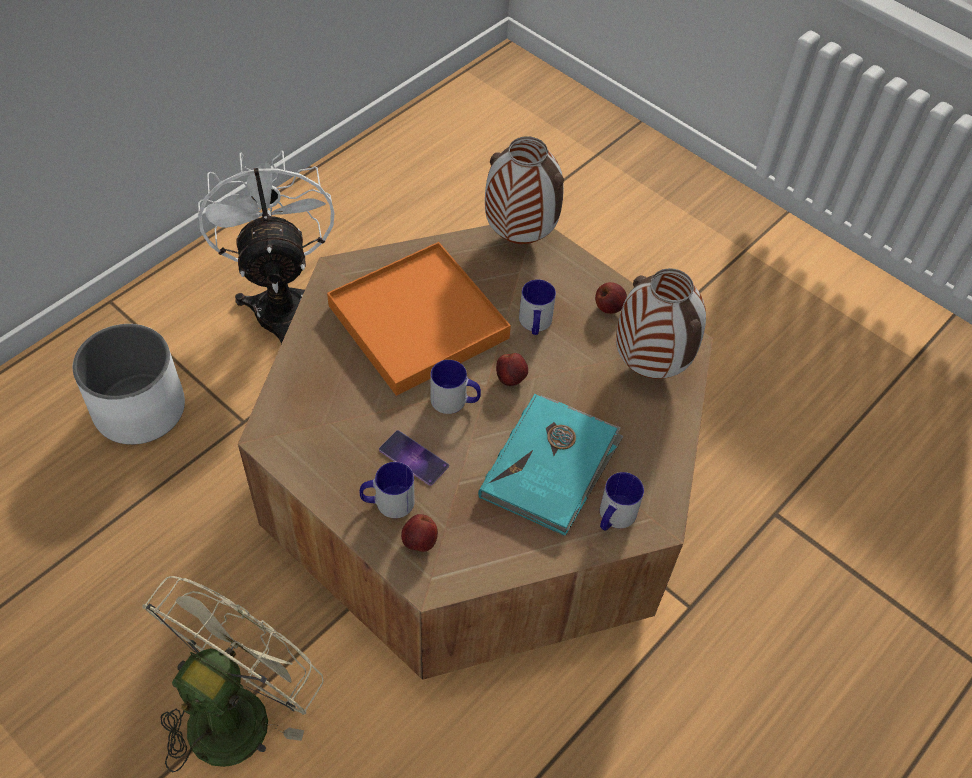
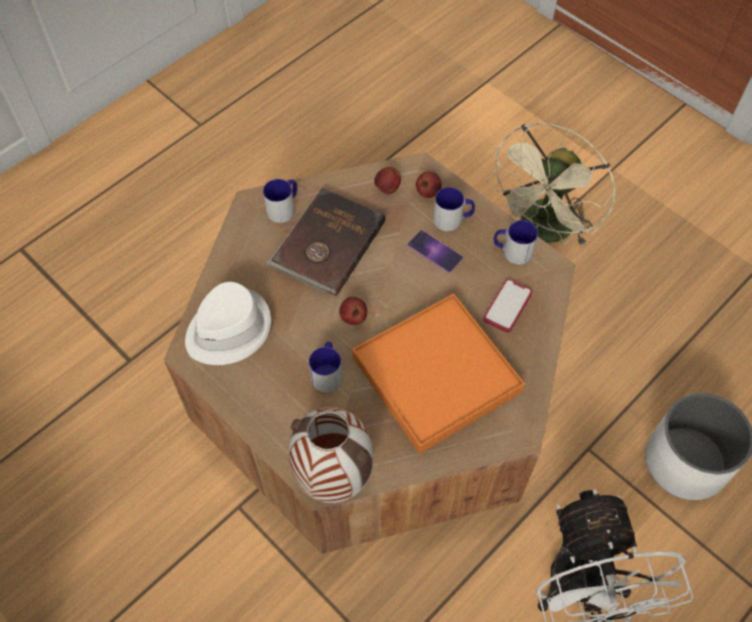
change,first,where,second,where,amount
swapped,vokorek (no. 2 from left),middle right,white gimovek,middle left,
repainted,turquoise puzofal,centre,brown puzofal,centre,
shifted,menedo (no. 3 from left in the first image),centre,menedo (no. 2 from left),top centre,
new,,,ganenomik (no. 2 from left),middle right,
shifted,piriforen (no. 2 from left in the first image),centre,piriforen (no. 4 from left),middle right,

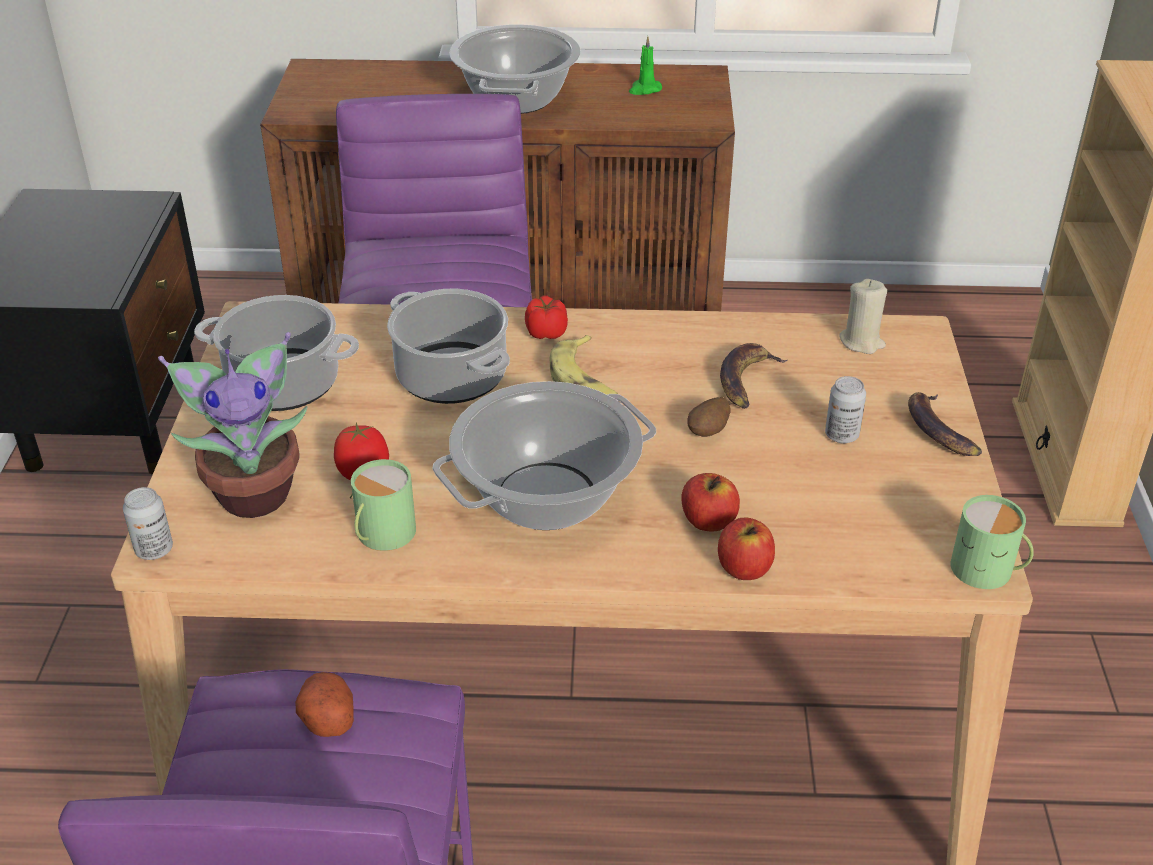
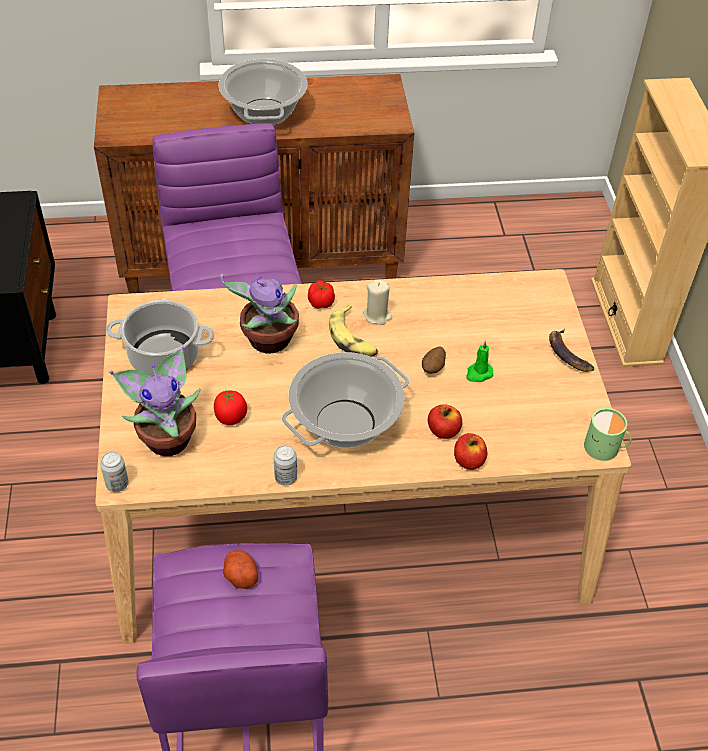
change,first,where,second,where,amount
swapped,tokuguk (no. 2 from left),centre,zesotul (no. 2 from left),centre,
shifted,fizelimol (no. 2 from left),middle right,,centre,
shifted,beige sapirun,middle right,,centre,
shifted,green sapirun,top centre,,middle right,
gone,green piriforen (no. 1 from left),middle left,,,
gone,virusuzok (no. 2 from left),centre,,,

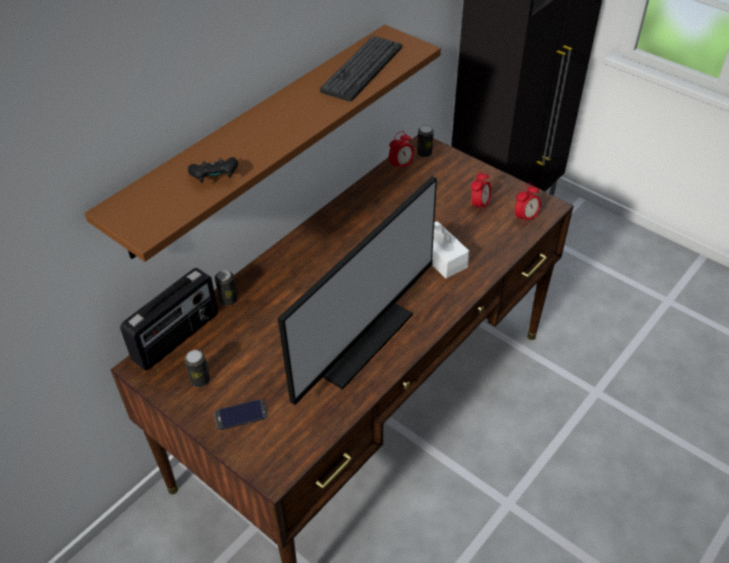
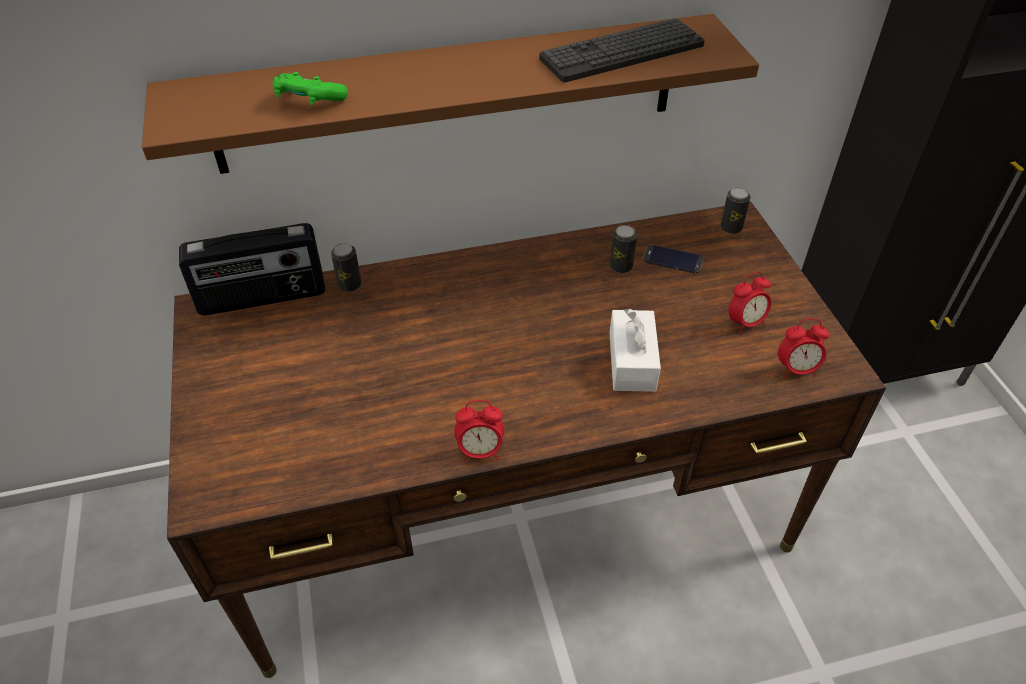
change,first,where,second,where,amount
repainted,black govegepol,top left,green govegepol,top left,
shifted,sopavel (no. 1 from left),top centre,,centre,
shifted,fizelimol (no. 1 from left in the first image),middle left,fizelimol (no. 2 from left),centre,
shifted,ganenomik,bottom left,,centre,
gone,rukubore,centre,,,

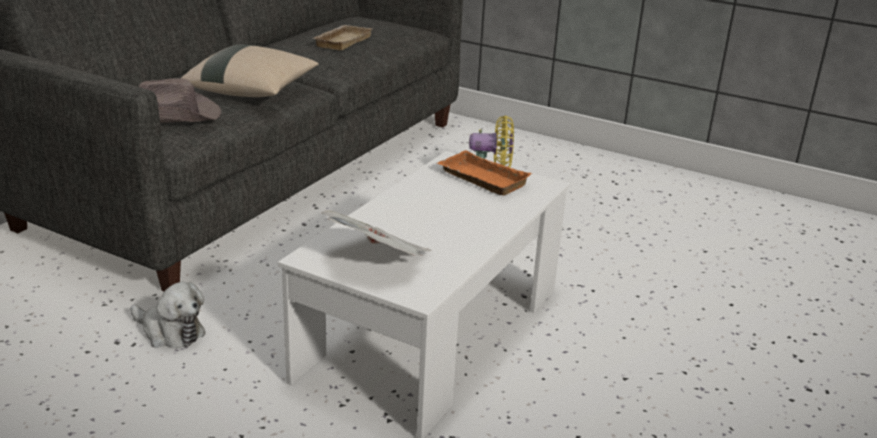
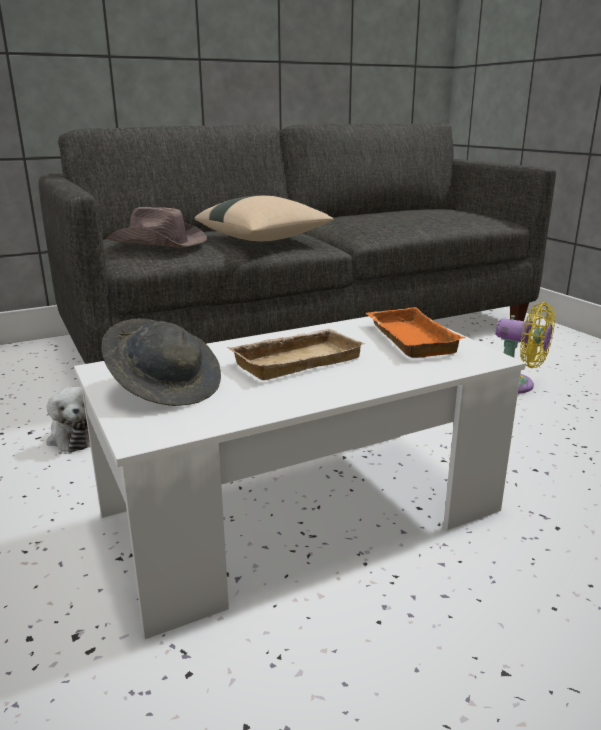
change,first,where,second,where,amount
swapped,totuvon,centre,grey gimovek,middle left,
shifted,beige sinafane,top centre,,centre,

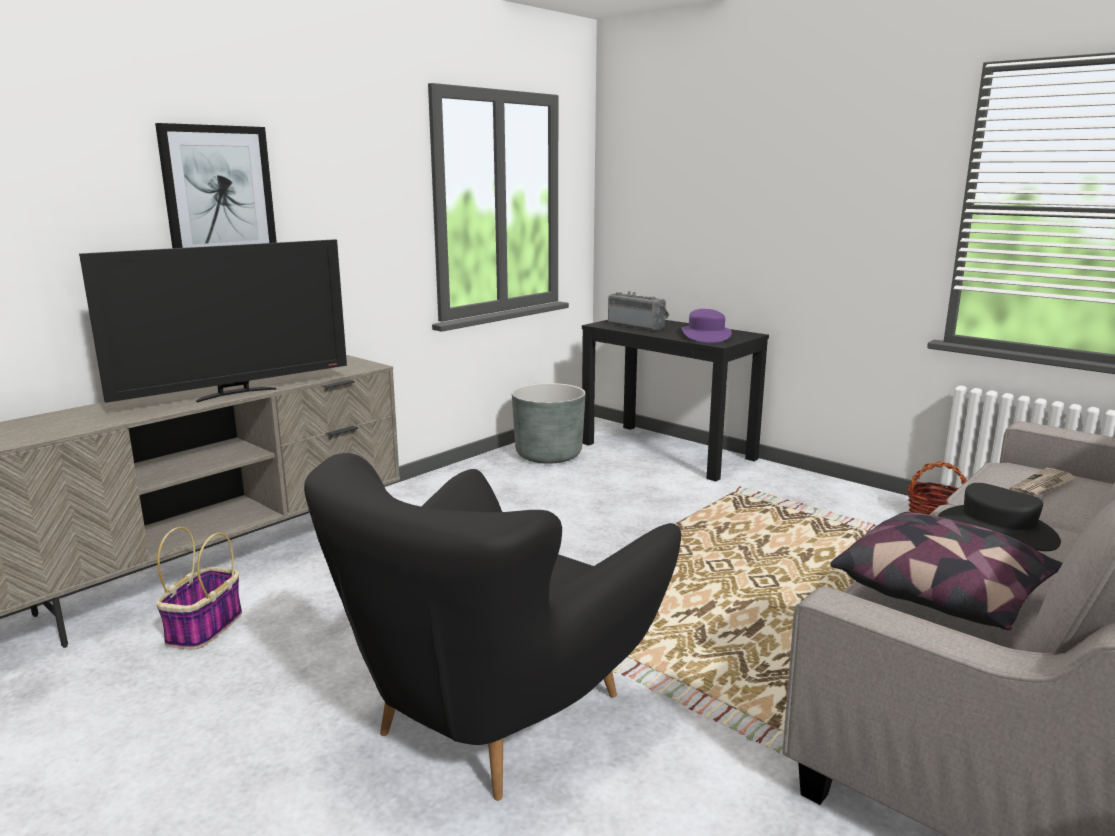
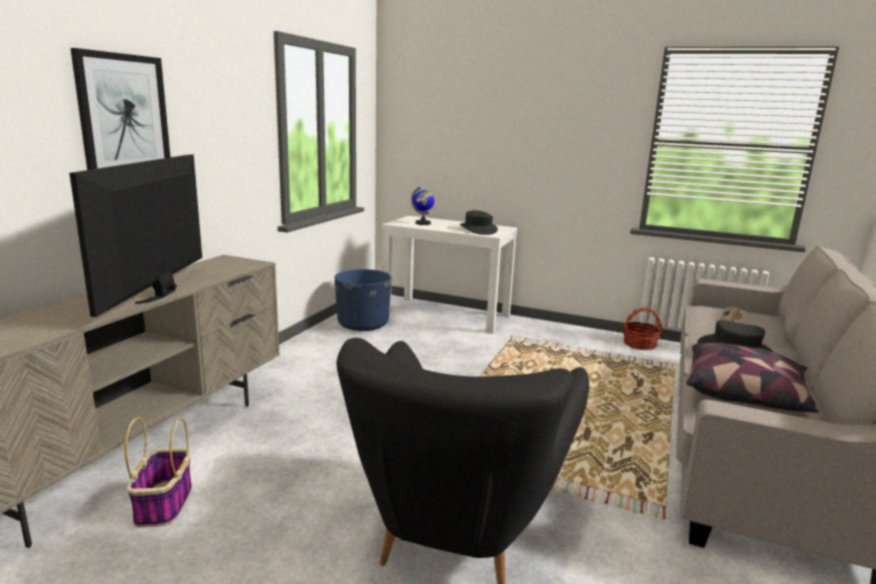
change,first,where,second,where,amount
rotated,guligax,middle left,,middle left,150 degrees clockwise
repainted,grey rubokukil,centre,blue rubokukil,centre,
repainted,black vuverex,centre,white vuverex,centre,
swapped,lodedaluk,centre,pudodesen,centre,
repainted,purple gimovek,centre,black gimovek (no. 1 from left),centre,

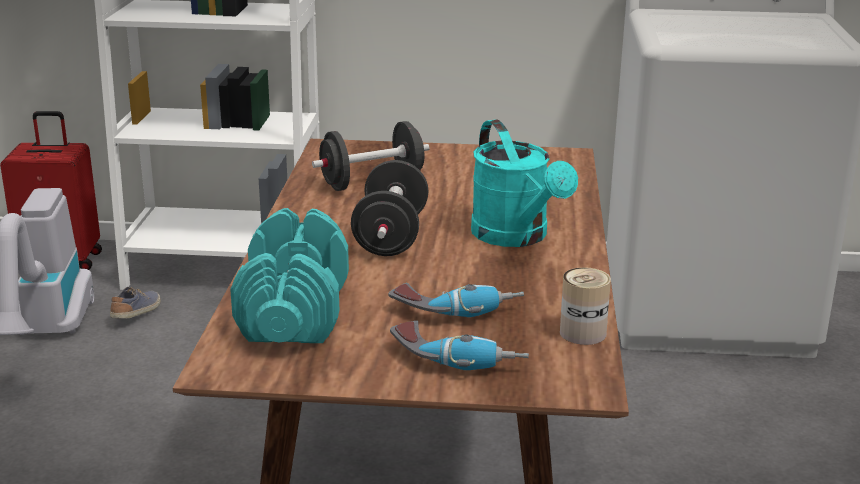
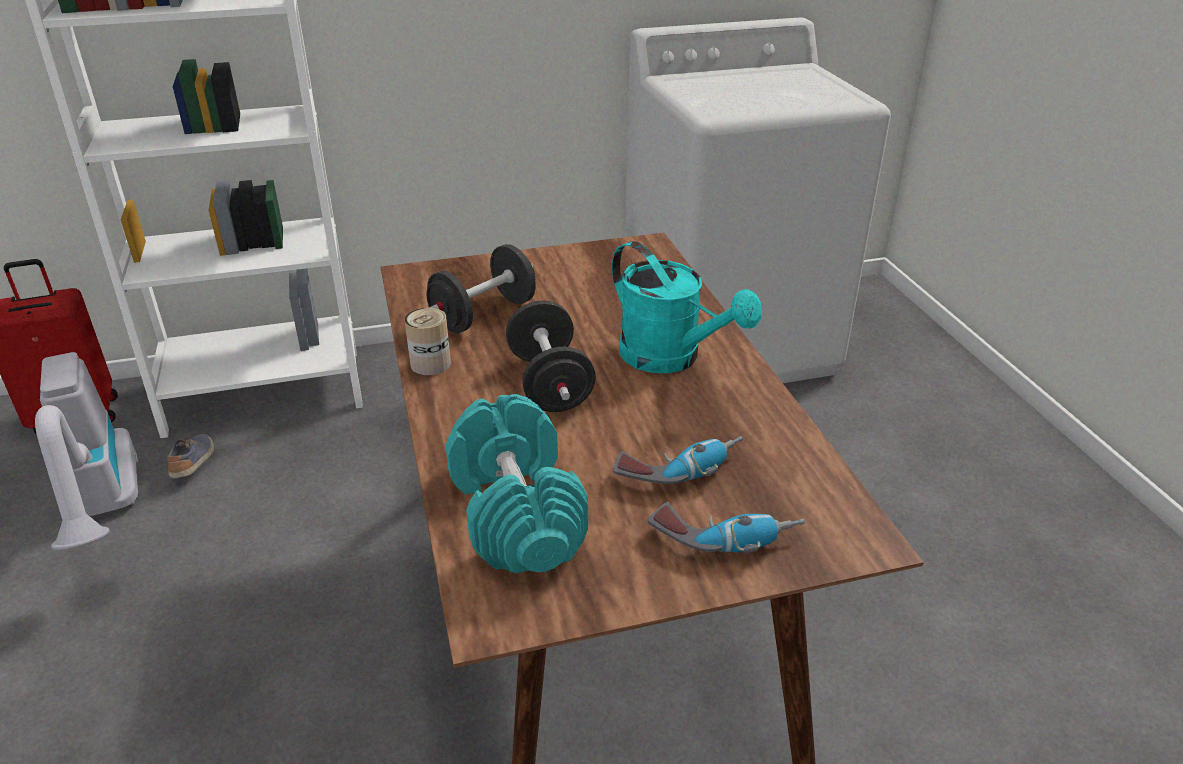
change,first,where,second,where,amount
shifted,fizelimol,middle right,,centre,

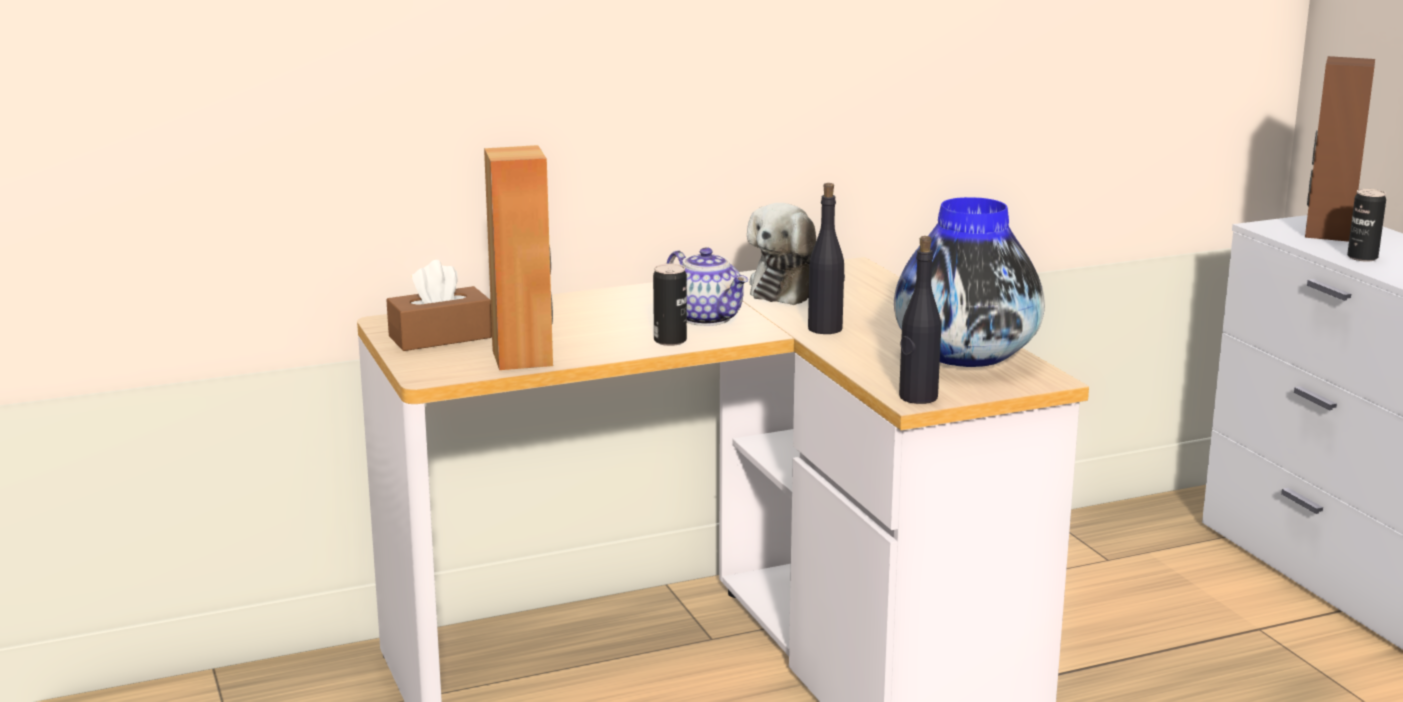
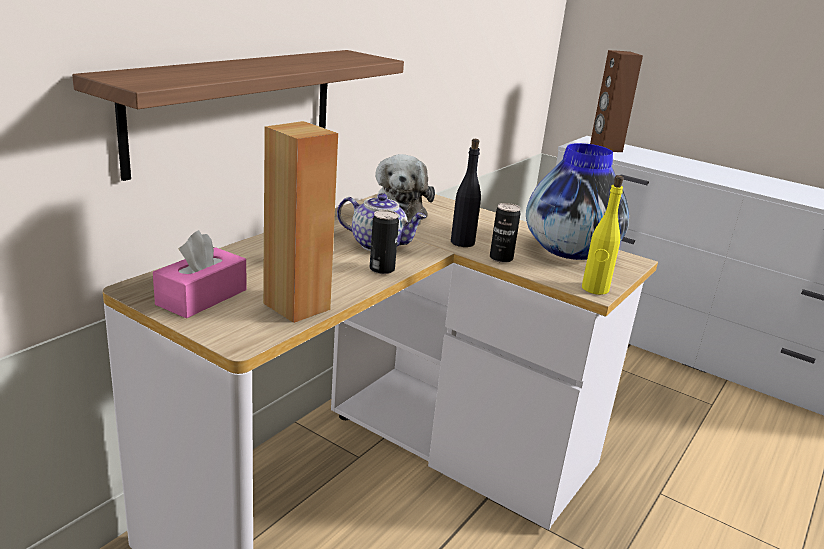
change,first,where,second,where,amount
new,,,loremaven,top left,
repainted,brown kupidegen,middle left,pink kupidegen,middle left,
shifted,fizelimol (no. 2 from left),top right,,centre,
repainted,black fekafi (no. 2 from left),centre,yellow fekafi,middle right,

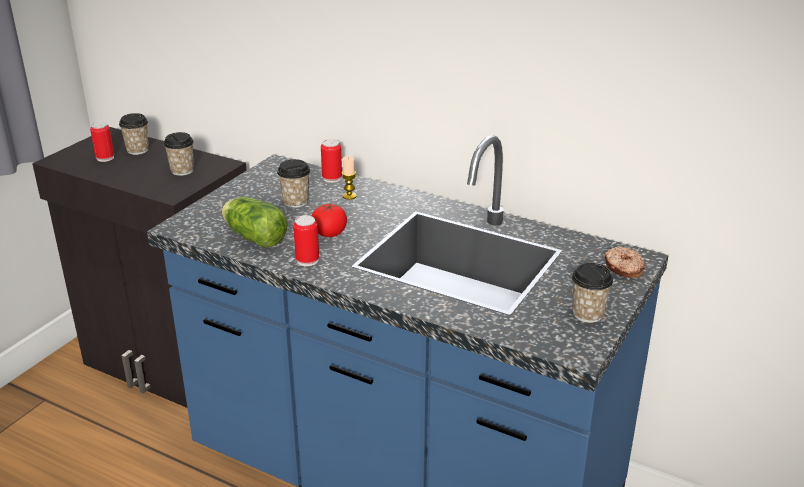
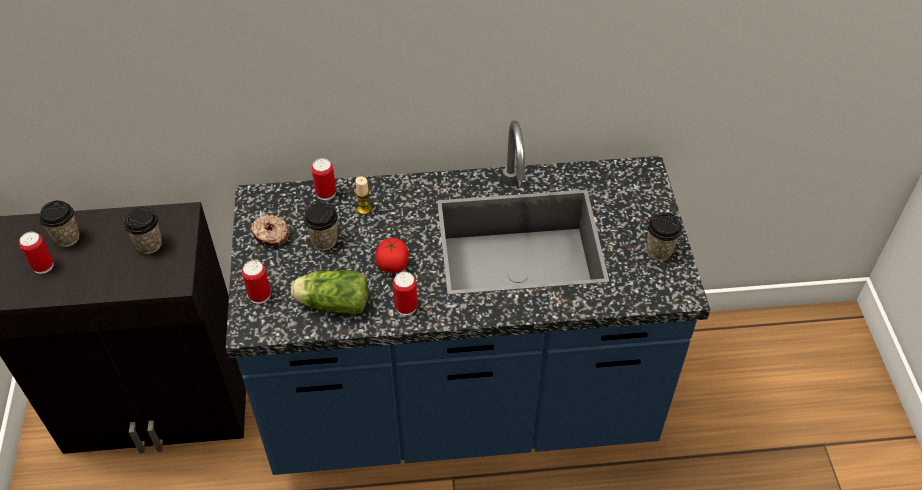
change,first,where,second,where,amount
new,,,fizelimol (no. 2 from left),middle left,
shifted,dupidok,middle right,,middle left,

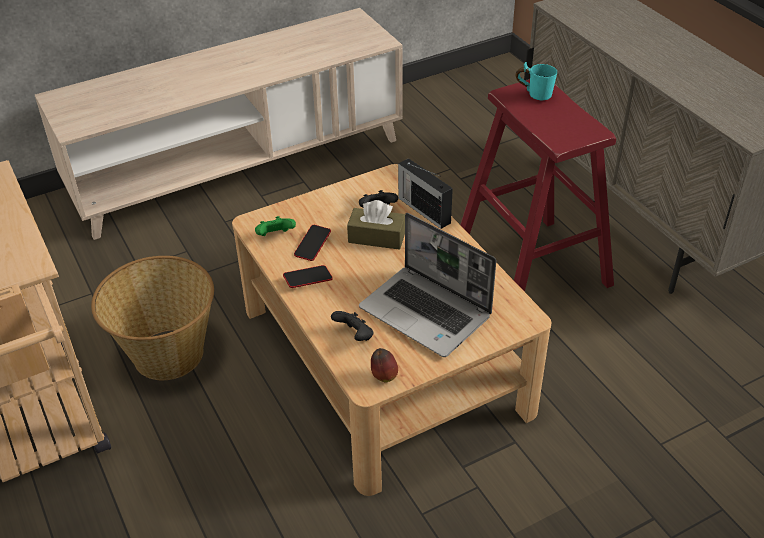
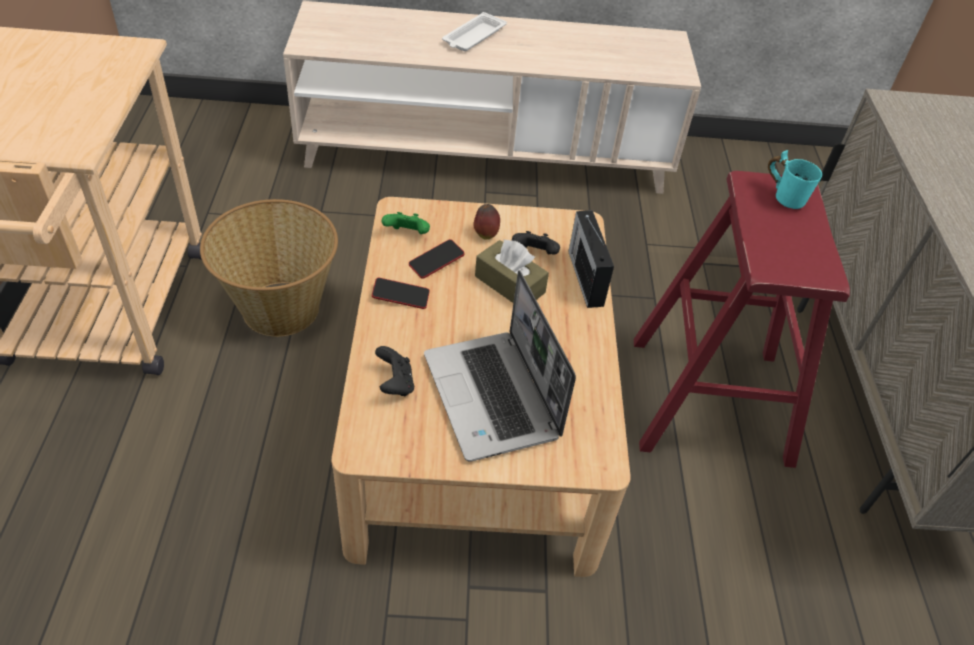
change,first,where,second,where,amount
new,,,white sinafane,top centre,
shifted,menedo,bottom centre,,centre,

